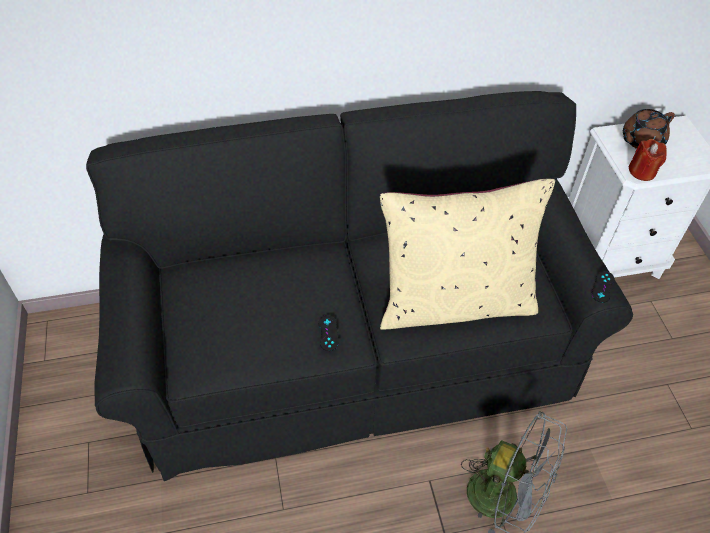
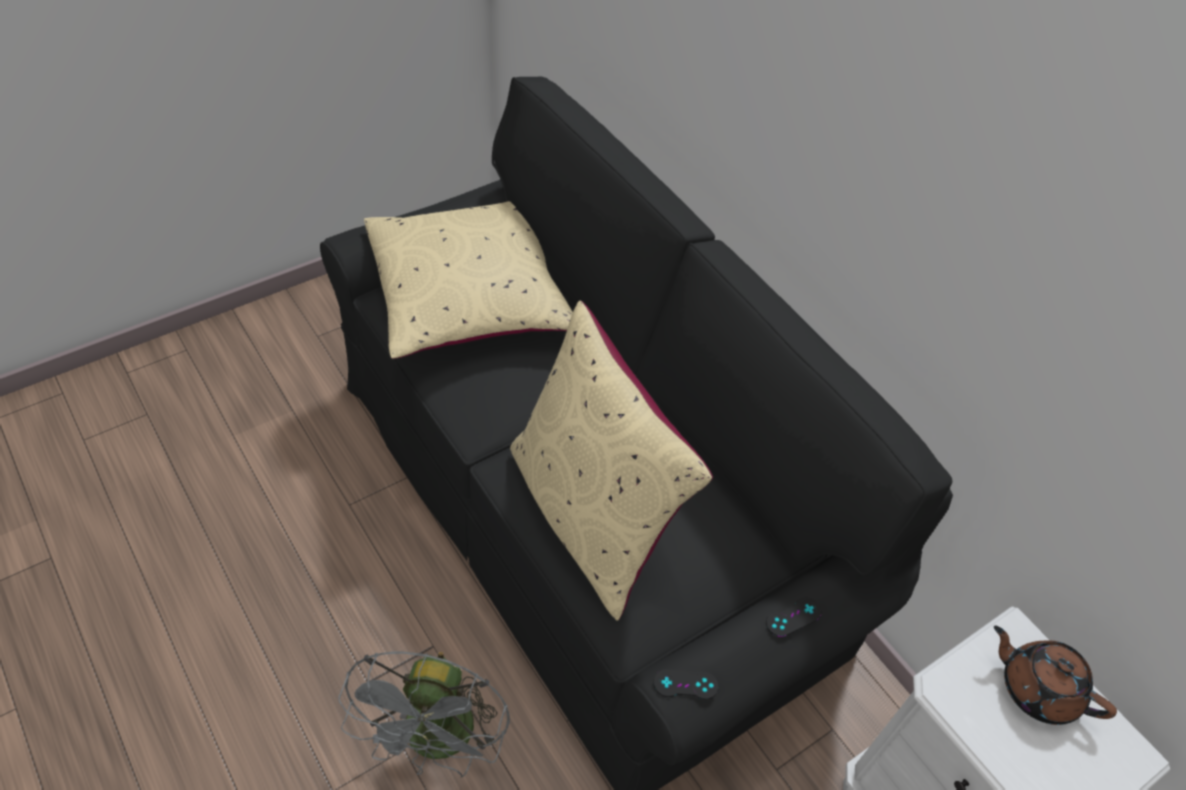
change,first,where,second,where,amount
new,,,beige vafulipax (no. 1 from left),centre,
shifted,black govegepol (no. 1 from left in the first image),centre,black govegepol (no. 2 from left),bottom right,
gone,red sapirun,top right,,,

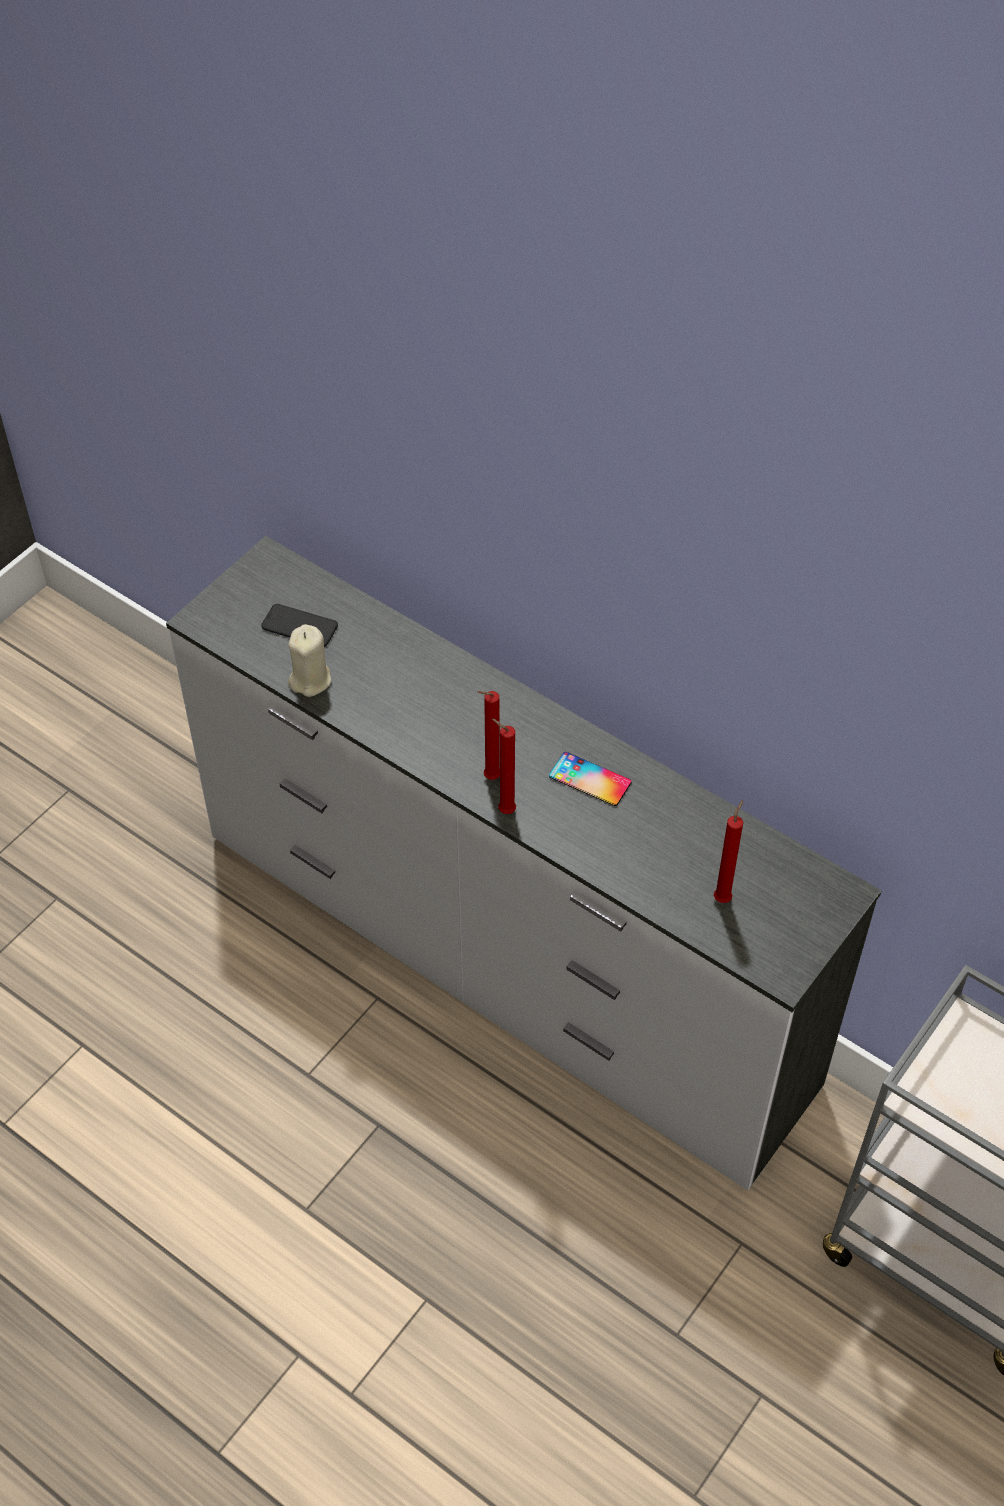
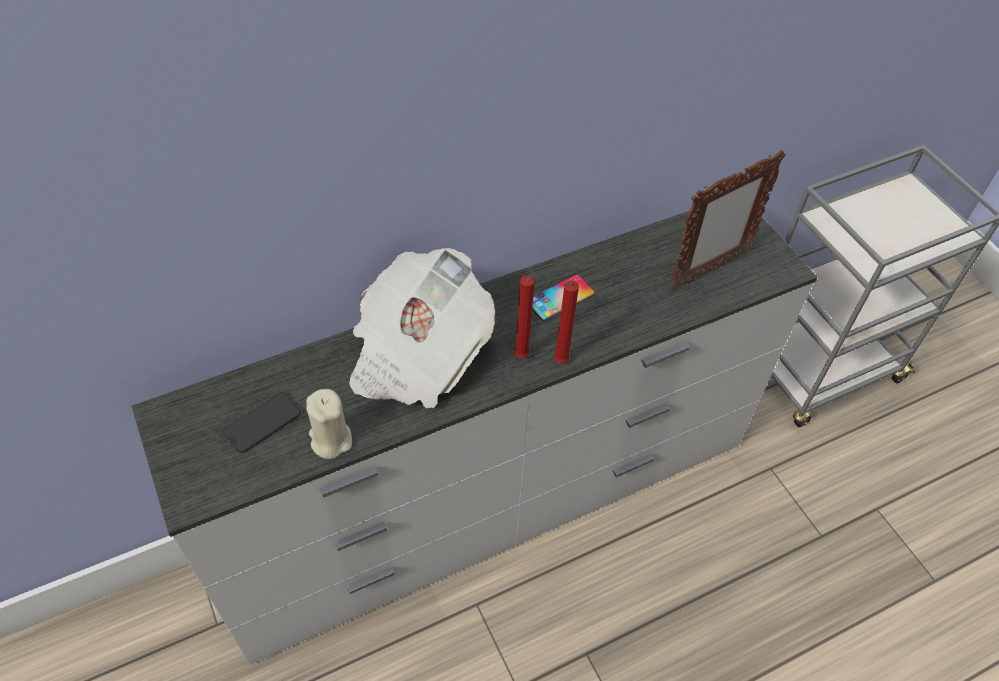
change,first,where,second,where,amount
new,,,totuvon,centre,
swapped,red sapirun (no. 3 from left),middle right,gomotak,top right,

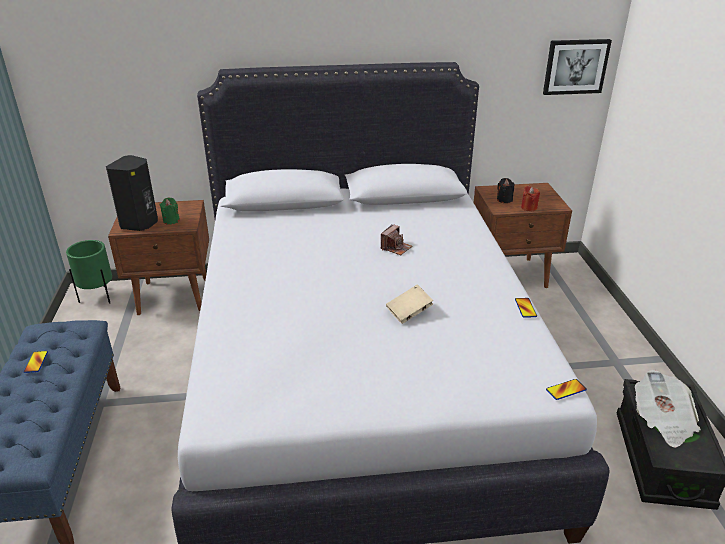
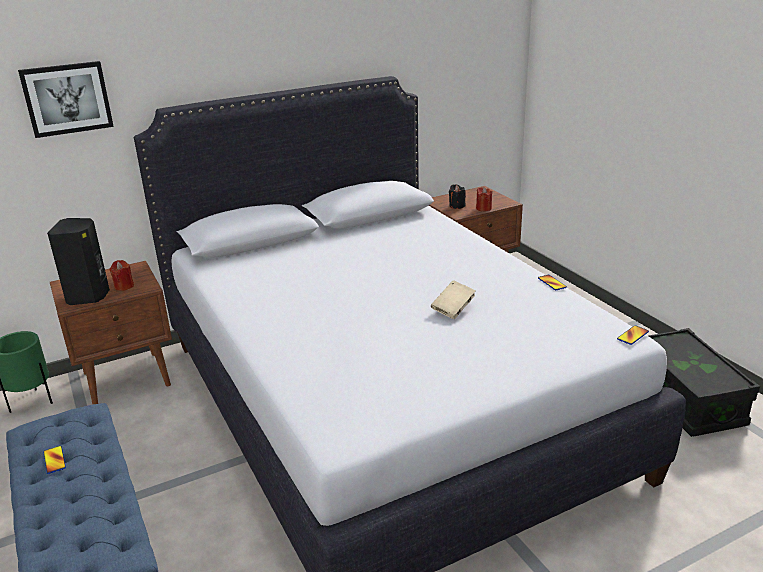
change,first,where,second,where,amount
shifted,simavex,top right,,top left,
repainted,green sapirun,middle left,red sapirun (no. 1 from left),middle left,
gone,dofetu,centre,,,
gone,totuvon,bottom right,,,

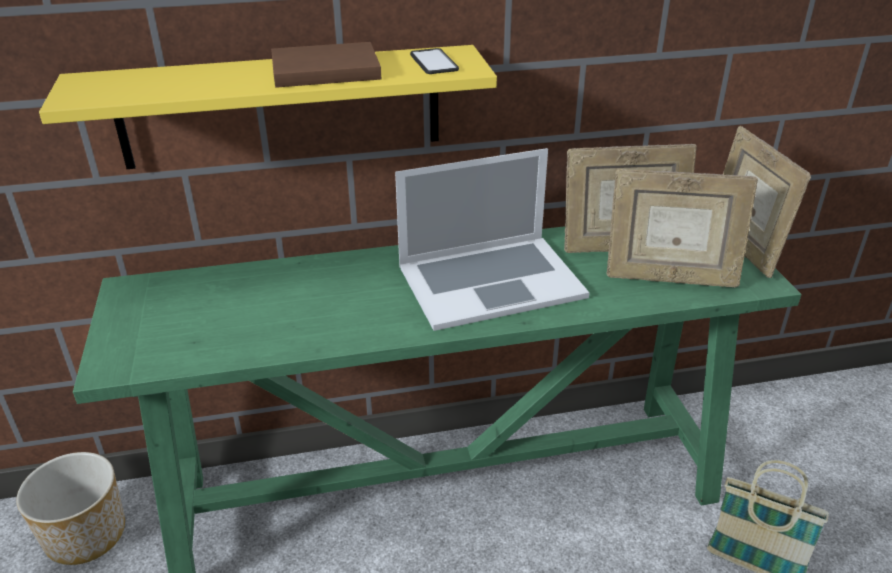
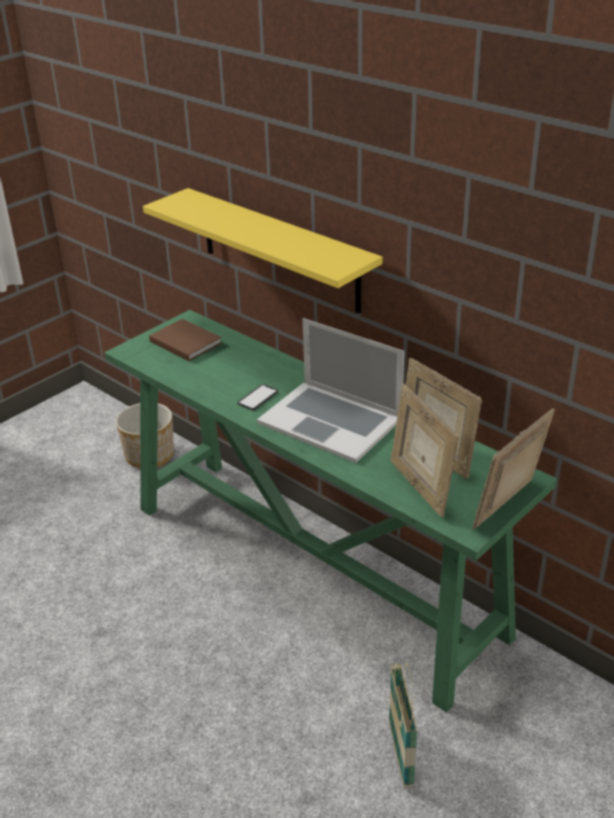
change,first,where,second,where,amount
shifted,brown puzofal,top centre,,middle left,
shifted,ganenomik,top centre,,centre,

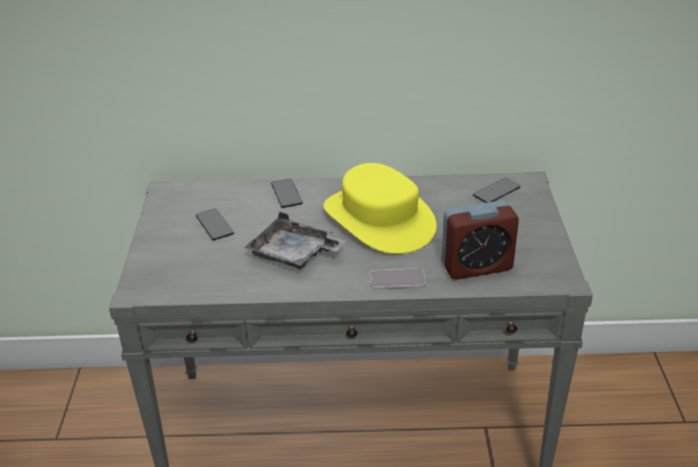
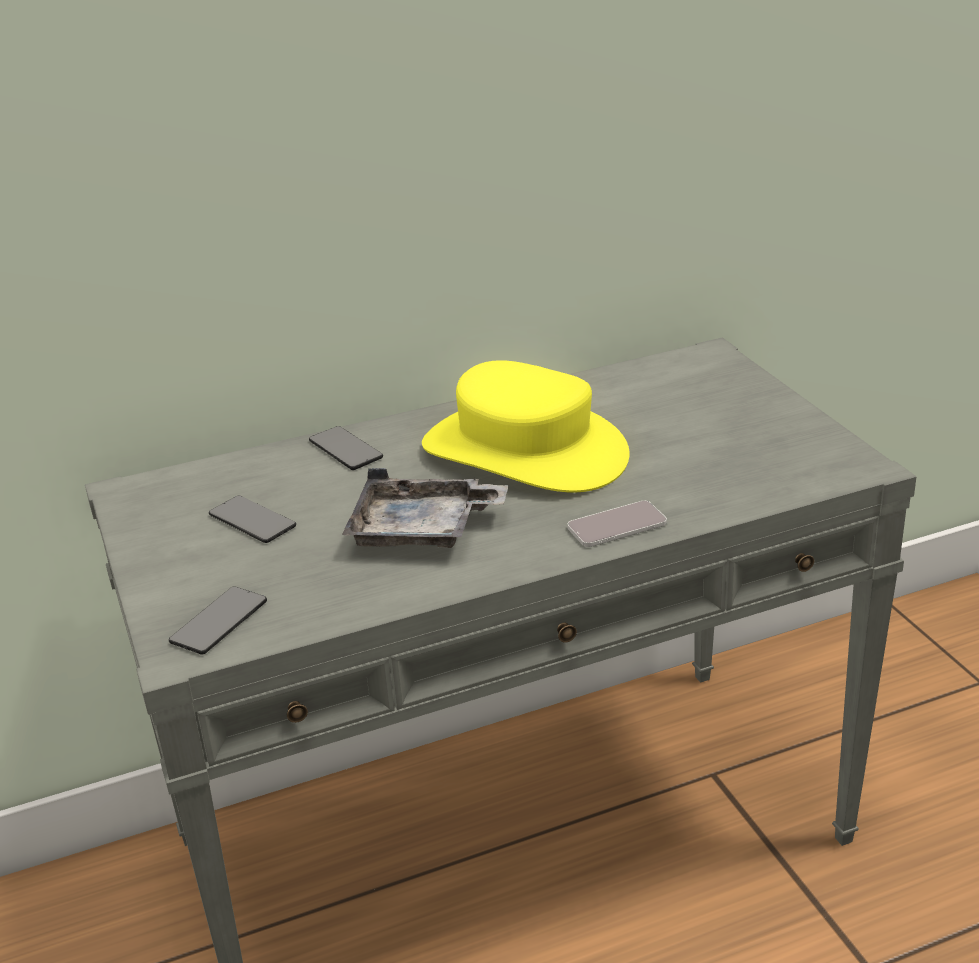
change,first,where,second,where,amount
shifted,ganenomik (no. 4 from left in the first image),middle right,ganenomik (no. 1 from left),middle left,
gone,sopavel,middle right,,,

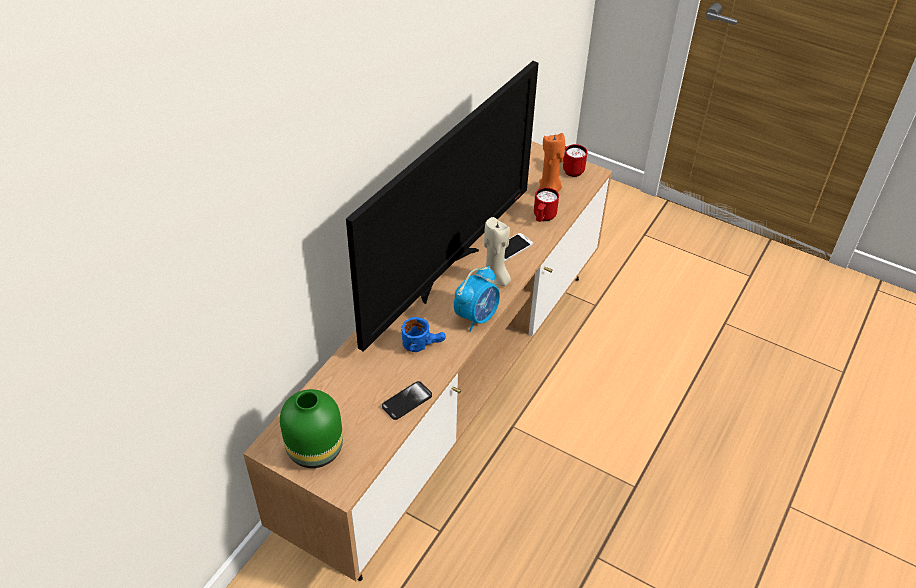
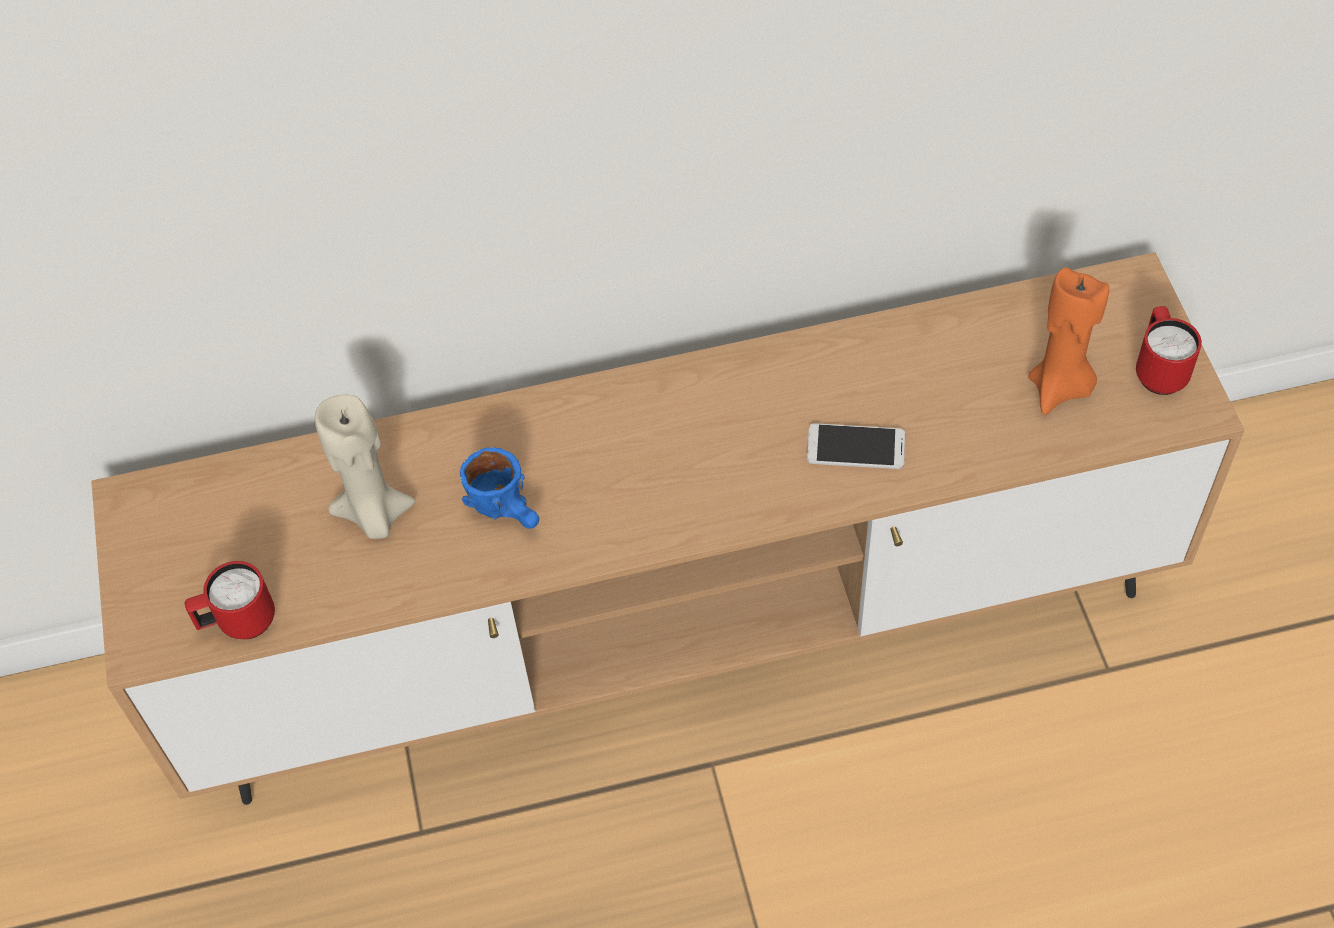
change,first,where,second,where,amount
shifted,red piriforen (no. 1 from left),centre,,middle left,
shifted,beige sapirun,centre,,middle left,
gone,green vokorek,bottom centre,,,
gone,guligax,centre,,,
gone,ganenomik (no. 1 from left),bottom centre,,,
gone,sopavel,centre,,,

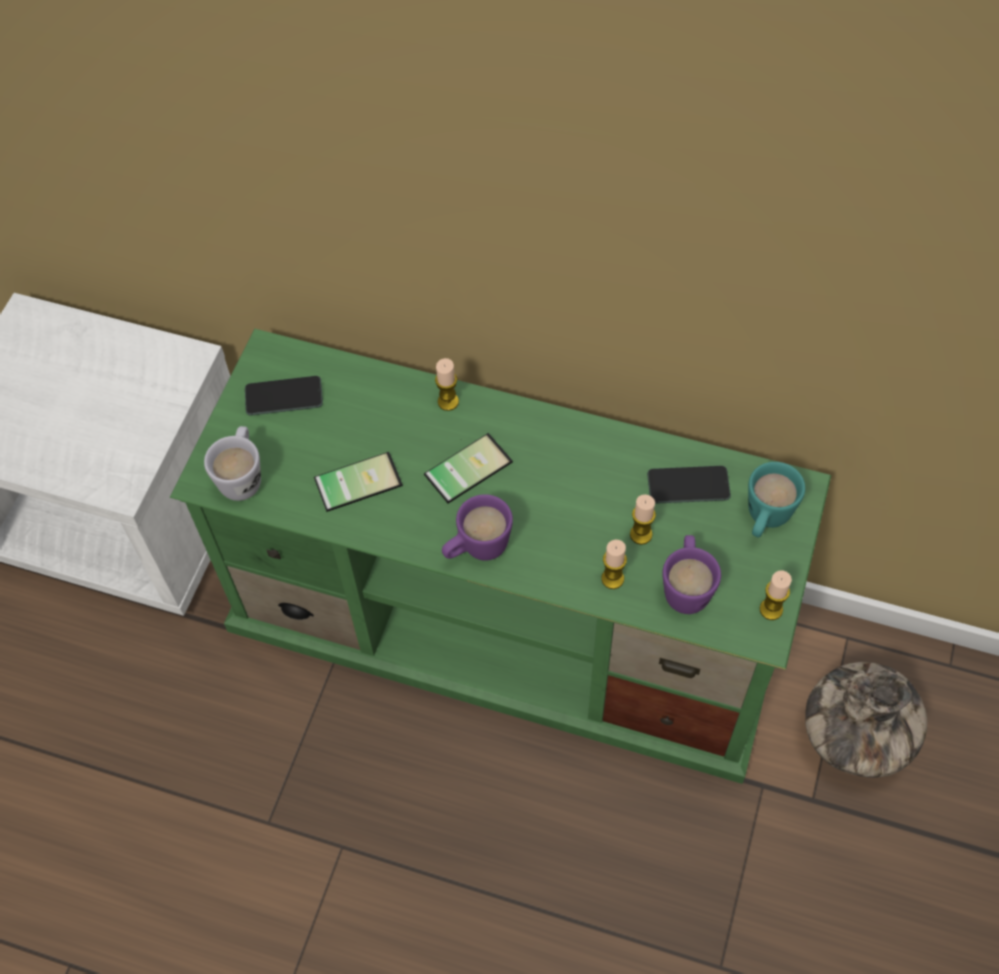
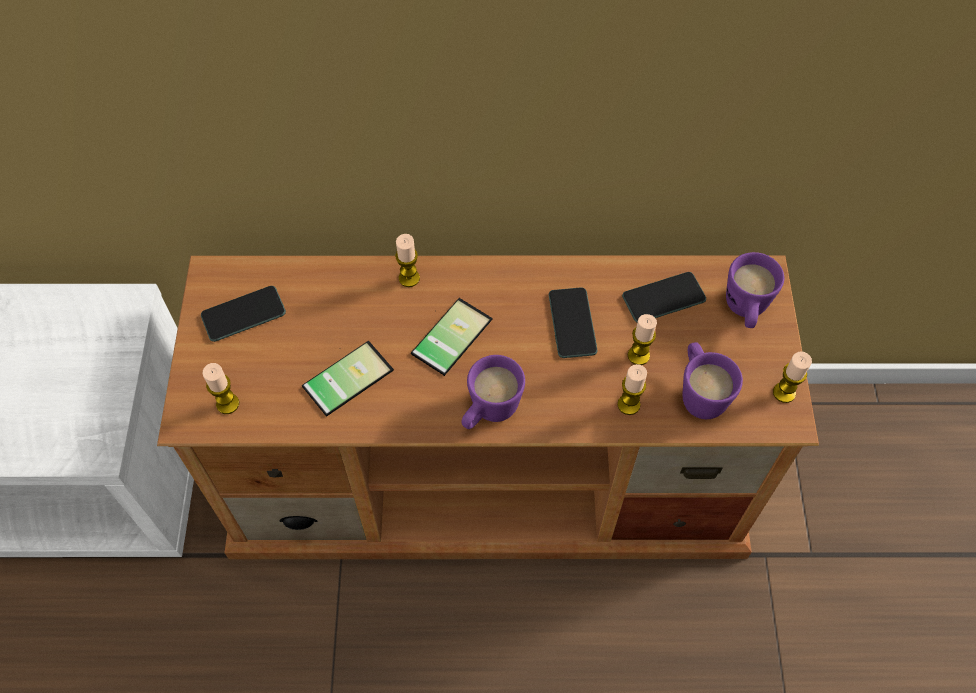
change,first,where,second,where,amount
repainted,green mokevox,centre,brown mokevox,centre,
swapped,white piriforen,middle left,sapirun (no. 1 from left),middle left,
new,,,ganenomik (no. 4 from left),centre,
repainted,turquoise piriforen,middle right,purple piriforen (no. 3 from left),middle right,
gone,vokorek,bottom right,,,

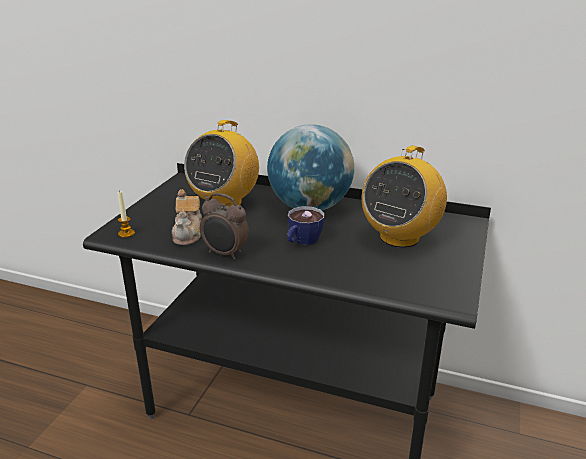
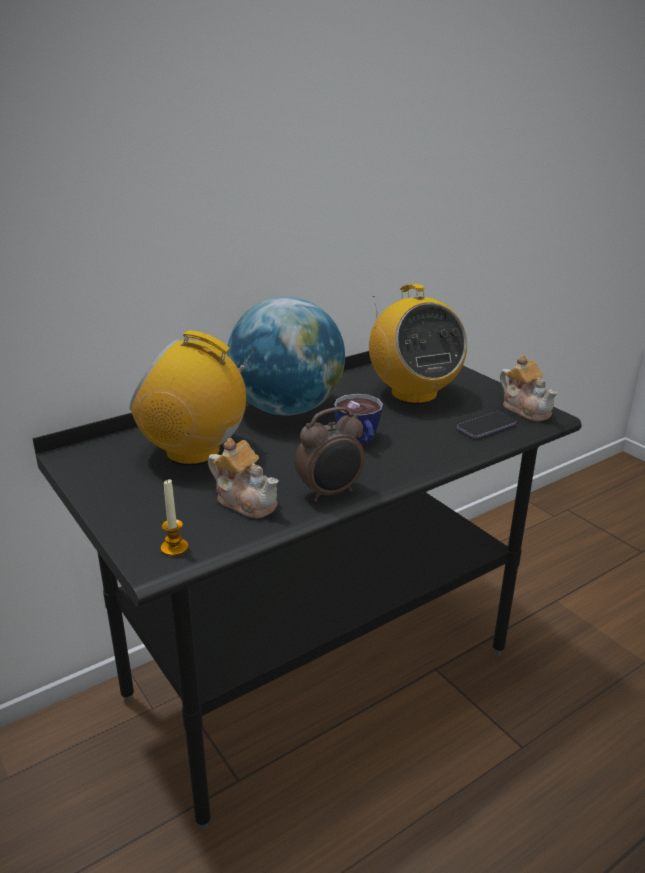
change,first,where,second,where,amount
rotated,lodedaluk (no. 1 from left),centre,,middle left,135 degrees clockwise
new,,,ganenomik,middle right,
new,,,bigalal (no. 2 from left),middle right,

